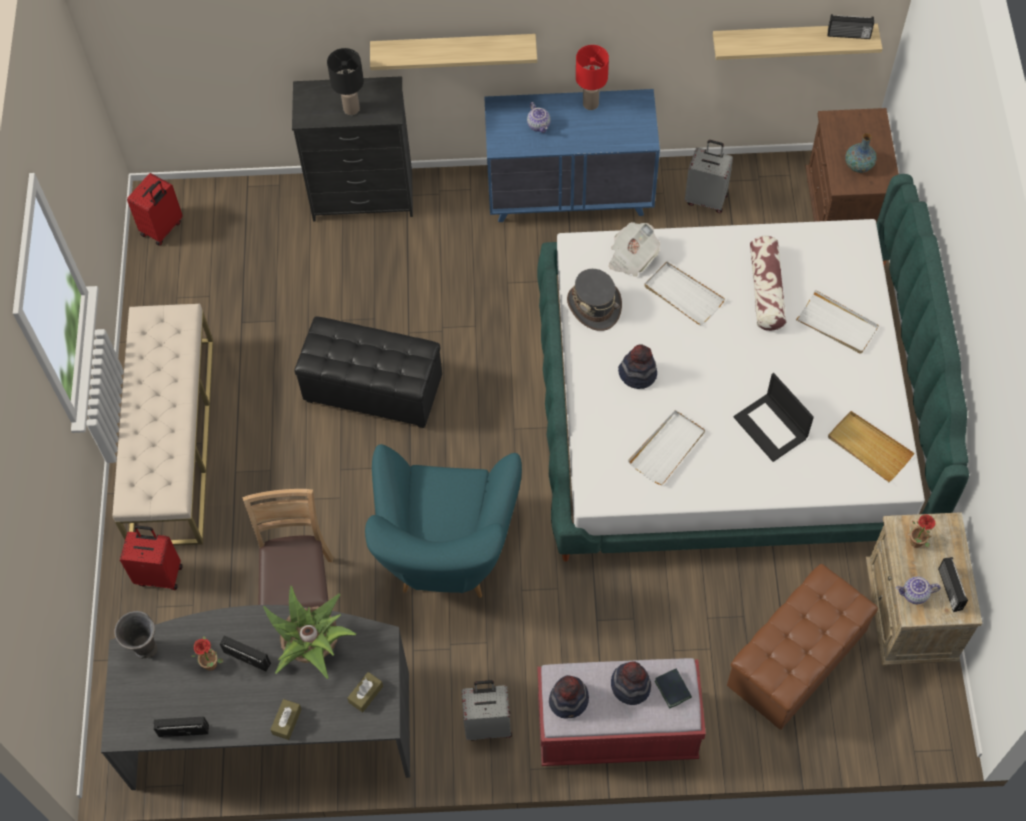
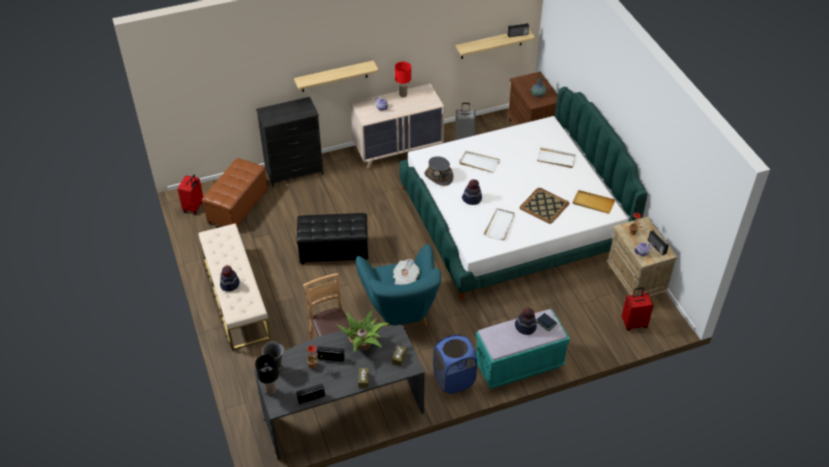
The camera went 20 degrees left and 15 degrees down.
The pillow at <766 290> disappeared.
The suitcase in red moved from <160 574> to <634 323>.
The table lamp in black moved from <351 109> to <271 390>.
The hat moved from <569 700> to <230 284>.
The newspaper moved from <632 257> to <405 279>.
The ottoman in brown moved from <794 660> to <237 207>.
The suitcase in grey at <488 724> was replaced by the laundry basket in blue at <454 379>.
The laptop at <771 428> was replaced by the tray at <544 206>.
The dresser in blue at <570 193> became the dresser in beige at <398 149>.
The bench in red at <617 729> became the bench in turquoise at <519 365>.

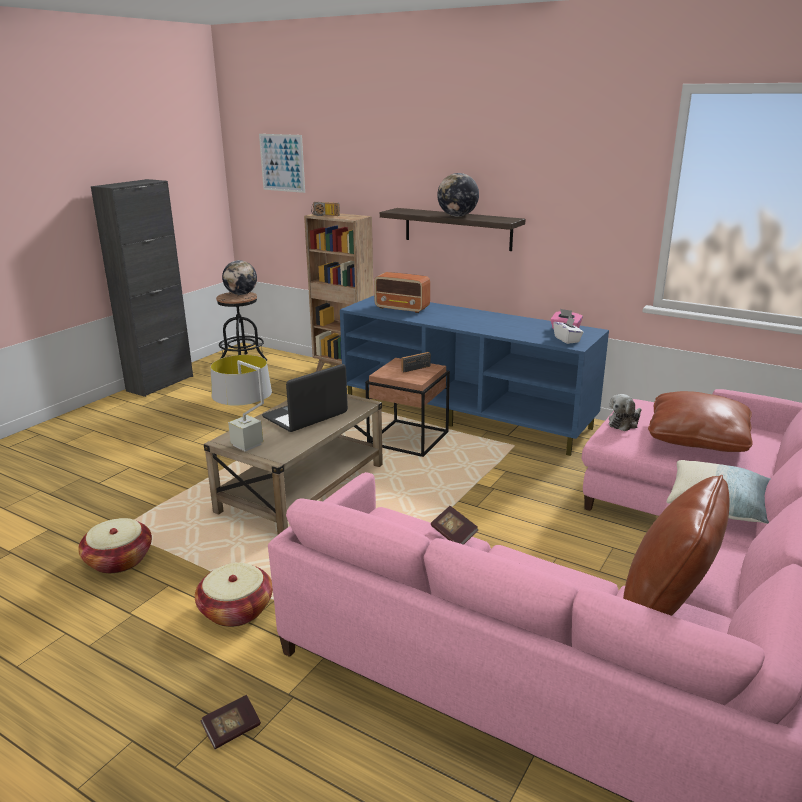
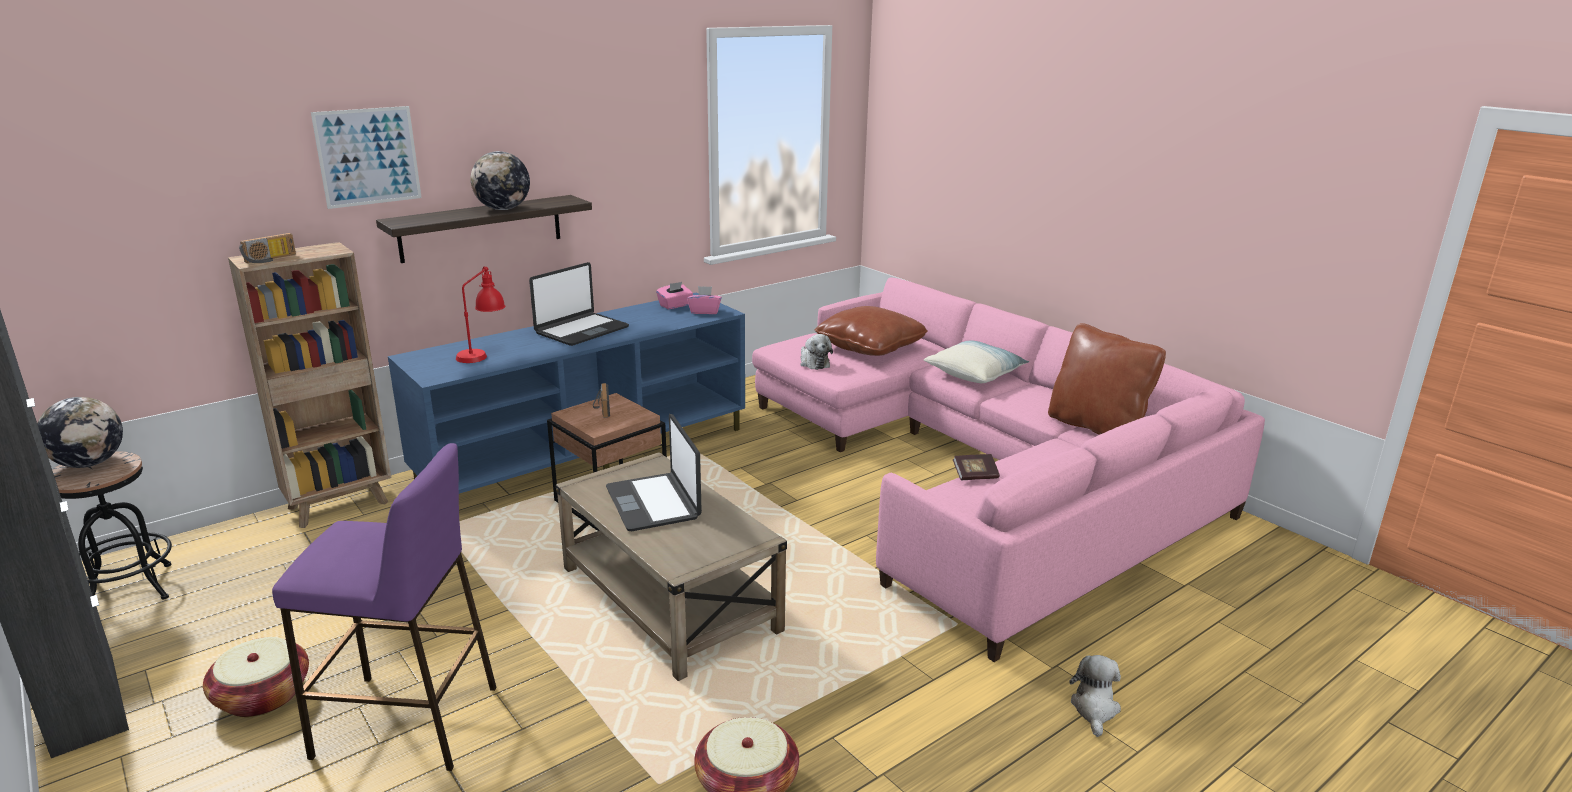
The camera went 70 degrees left and 0 degrees up.
The table lamp in grey at <247 445> disappeared.
The stool in purple at <408 721> appeared.
The laptop at <581 330> appeared.
The basket moved from <236 610> to <262 696>.
The picture moved from <282 163> to <368 156>.
The book at <232 730> was replaced by the plush toy at <1094 709>.
The radio at <402 308> was replaced by the table lamp in red at <483 354>.
The tissue box in white at <567 339> became the tissue box in pink at <705 311>.

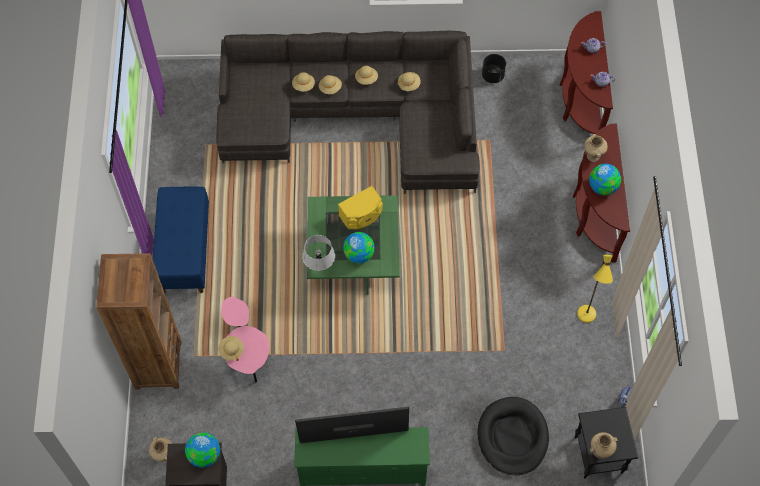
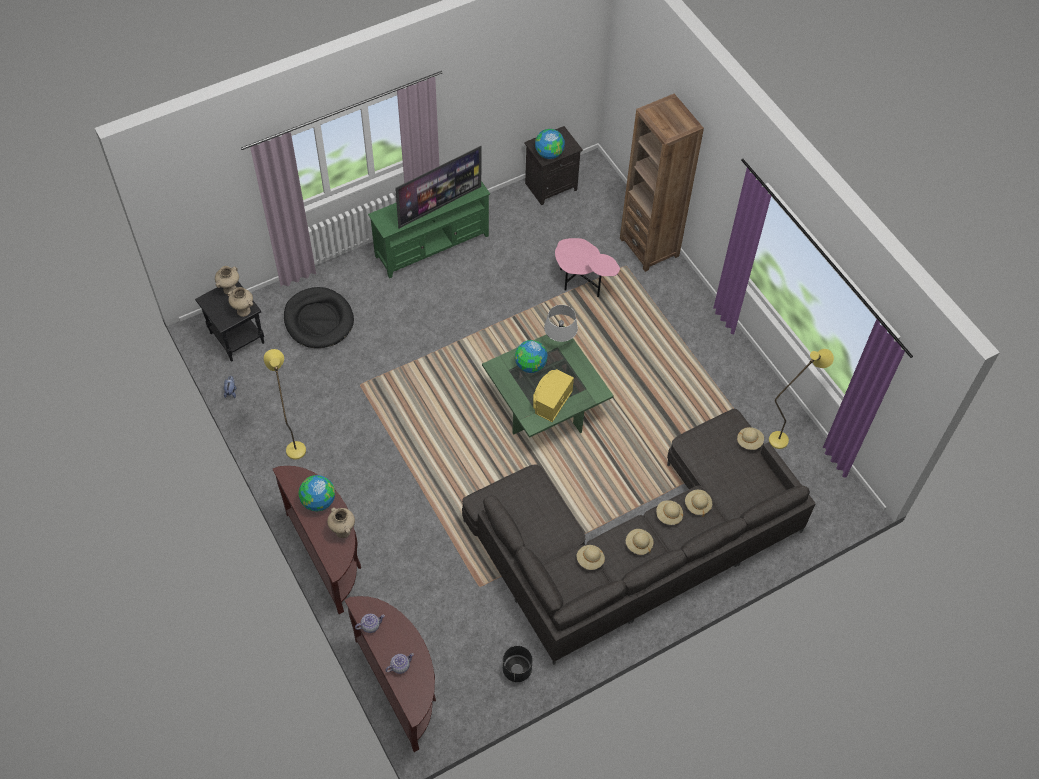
The camera went 150 degrees right and 5 degrees down.
The bench in blue at <184 251> disappeared.
The floor lamp in yellow at <784 437> appeared.
The vase in beige moved from <163 455> to <244 311>.
The hat in beige moved from <231 350> to <749 441>.

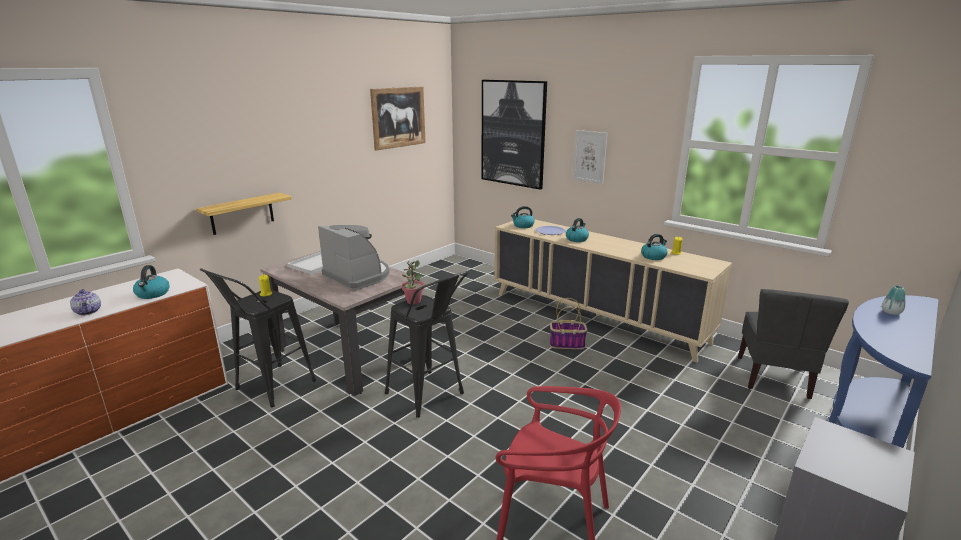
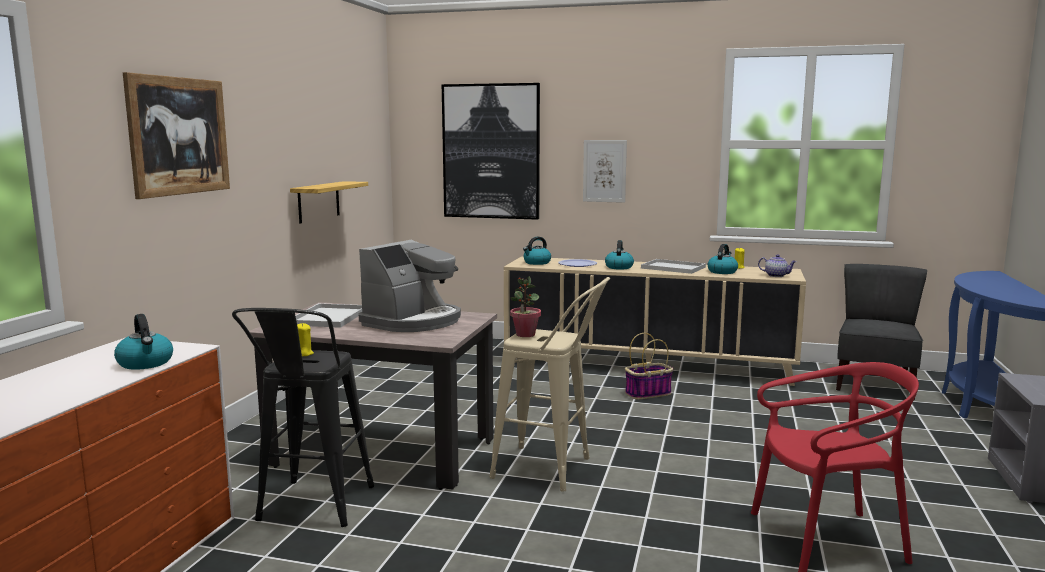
The camera went 25 degrees left and 10 degrees down.
The vase at <891 312> disappeared.
The tray in white at <672 267> appeared.
The teapot moved from <89 312> to <776 275>.
The shelf moved from <242 213> to <318 201>.
The picture moved from <398 117> to <179 136>.
The stool in black at <429 397> became the stool in beige at <552 470>.
The coffee machine at <358 276> turned 105 degrees clockwise.
The chair in grey at <774 378> turned 150 degrees counterclockwise.

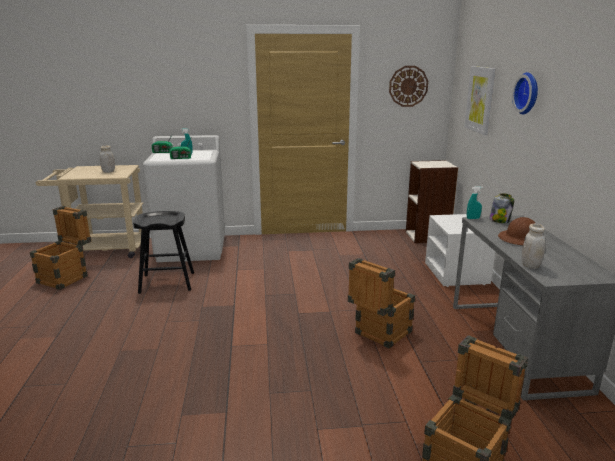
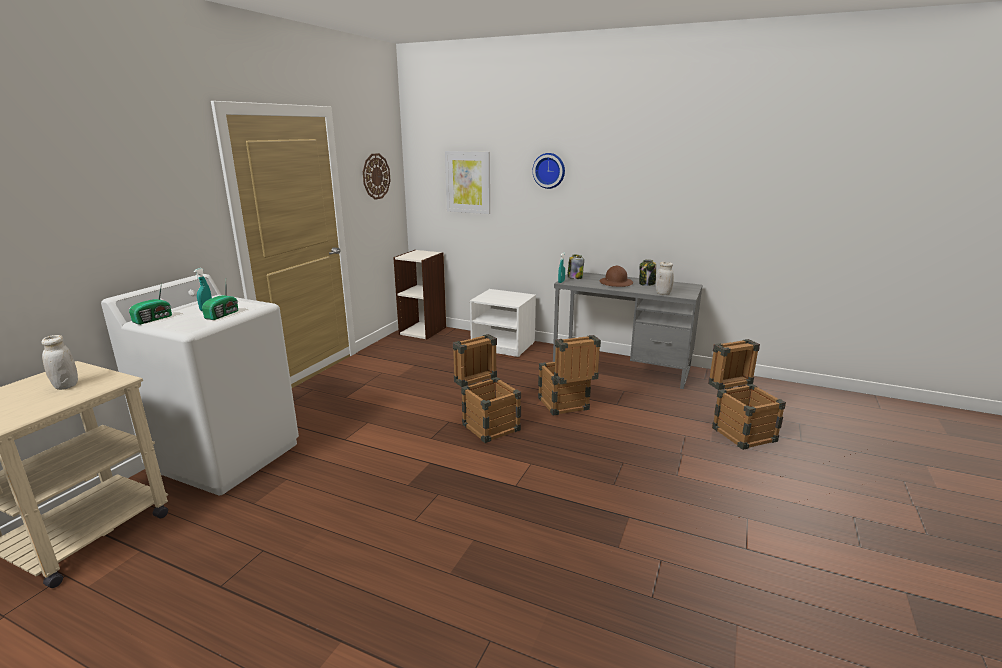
The camera went 60 degrees left and 0 degrees up.
The stool in black at <167 283> disappeared.
The jar at <647 284> appeared.
The crate moved from <67 277> to <487 424>.

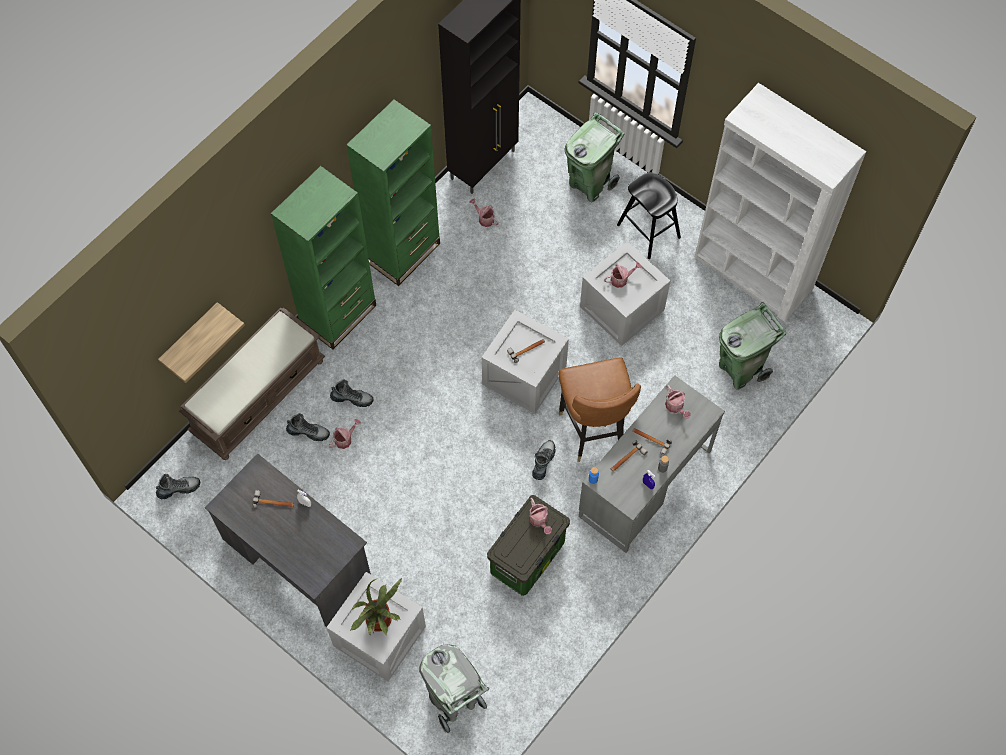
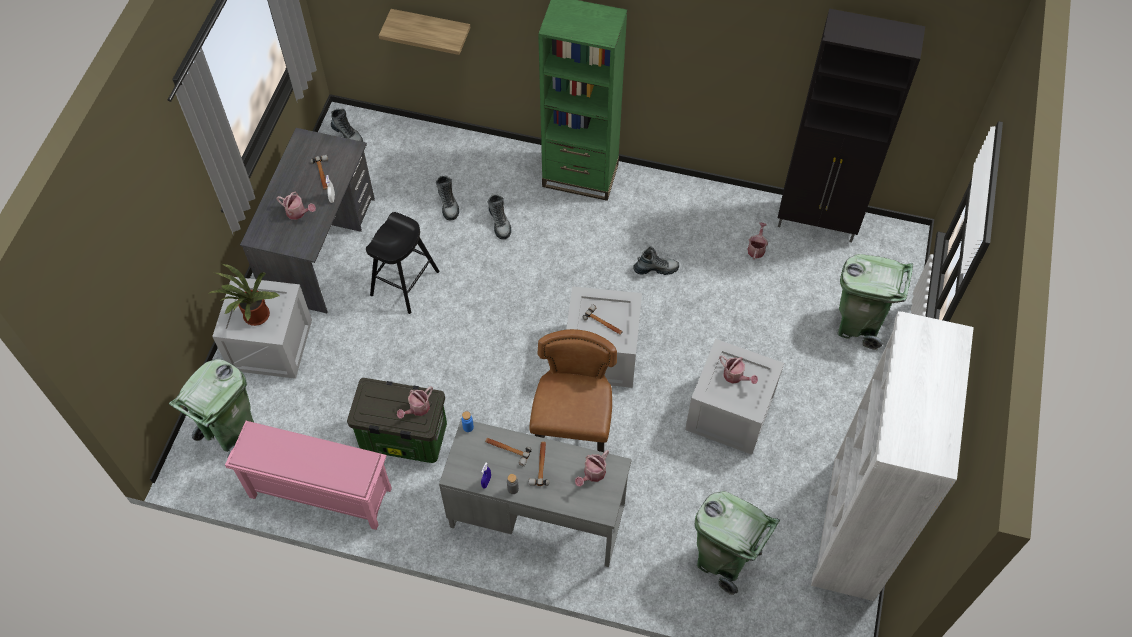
The camera went 65 degrees right and 5 degrees down.
The bench in brown at <258 395> disappeared.
The bookcase in green at <403 252> disappeared.
The shoe rack in pink at <318 493> appeared.
The watering can moved from <345 439> to <298 213>.
The boot moved from <543 461> to <656 269>.
The stool in black moved from <648 231> to <405 283>.
The trash can in grey at <453 700> became the trash can in green at <230 433>.
The chair in brown at <593 430> turned 135 degrees clockwise.

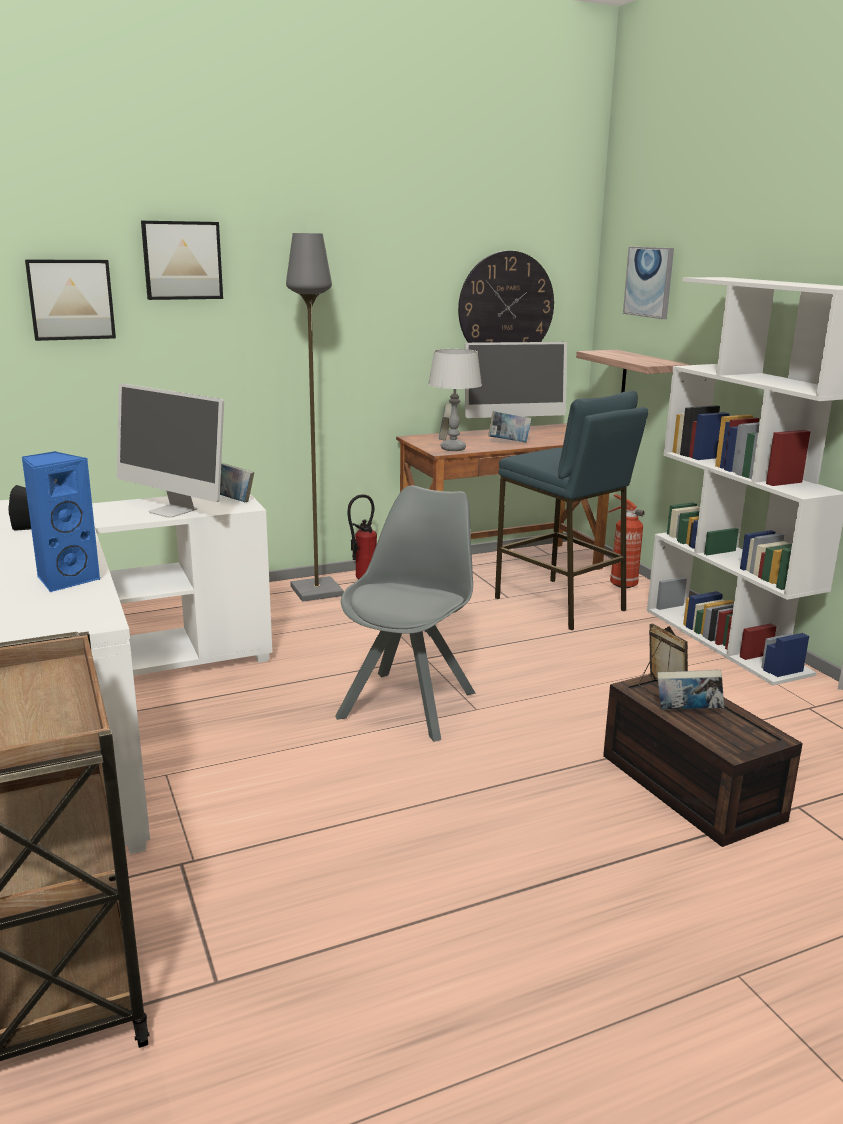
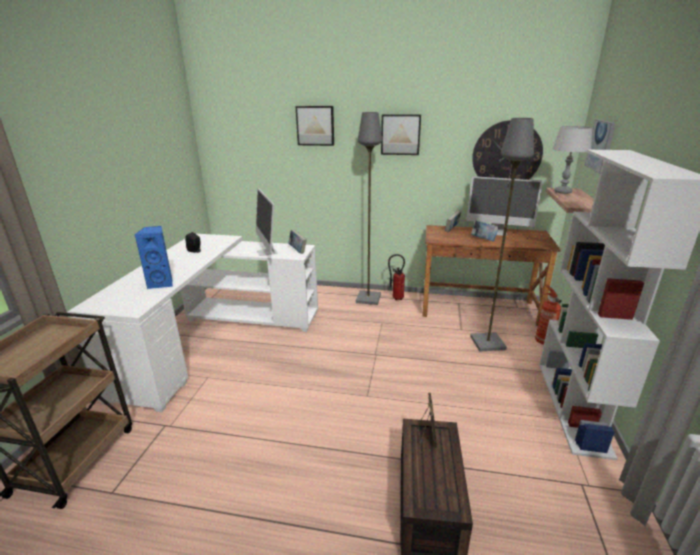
The camera went 35 degrees right and 5 degrees up.
The chair in grey at <409 703> disappeared.
The book at <687 712> disappeared.
The picture moved from <71 299> to <400 134>.
The table lamp in grey moved from <453 448> to <562 192>.
The stool in blue at <560 604> was replaced by the floor lamp in grey at <487 343>.

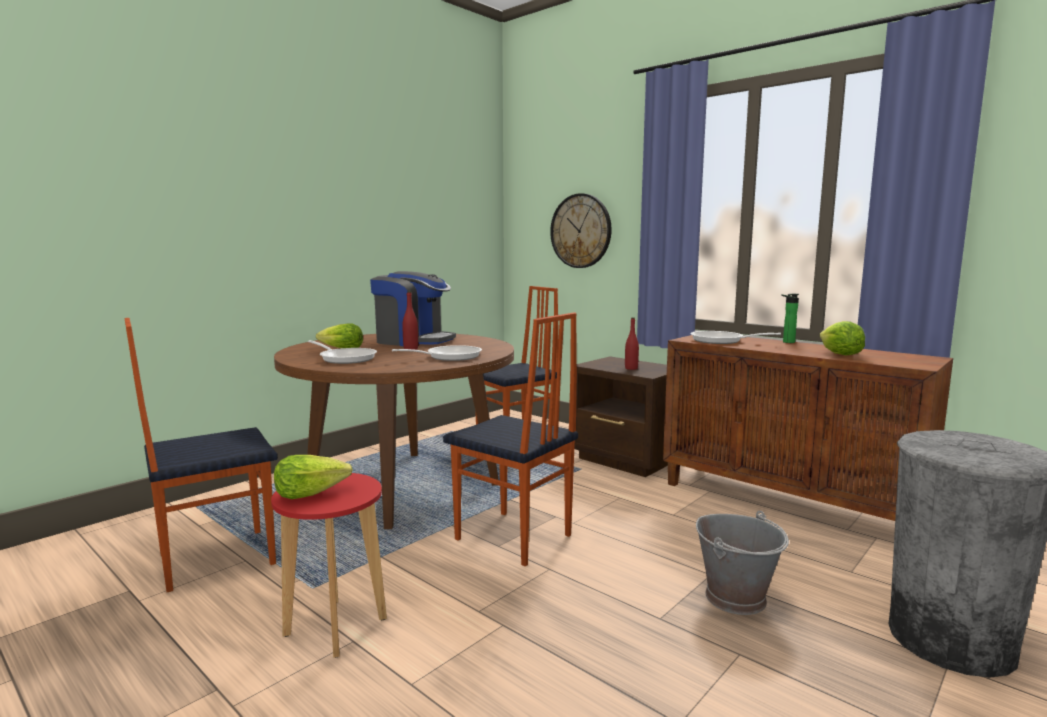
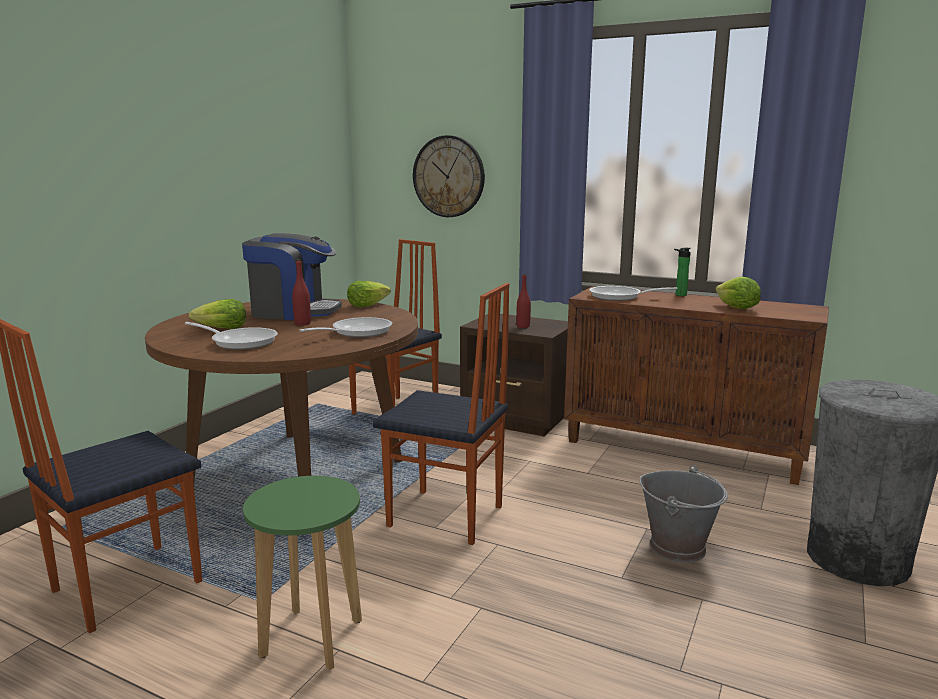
The camera went 15 degrees left and 5 degrees up.
The lettuce moved from <310 493> to <367 305>.
The stool in red at <335 627> became the stool in green at <311 638>.

